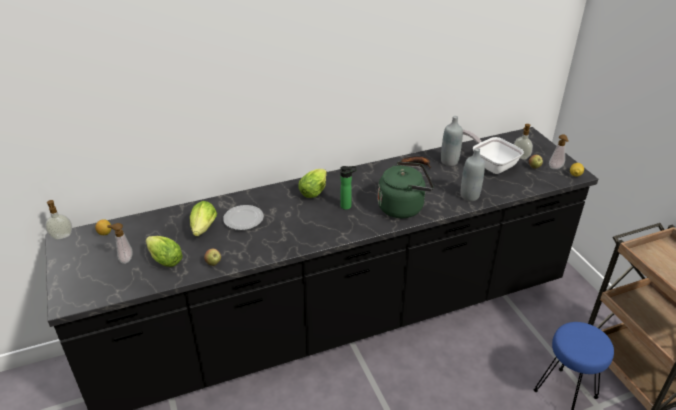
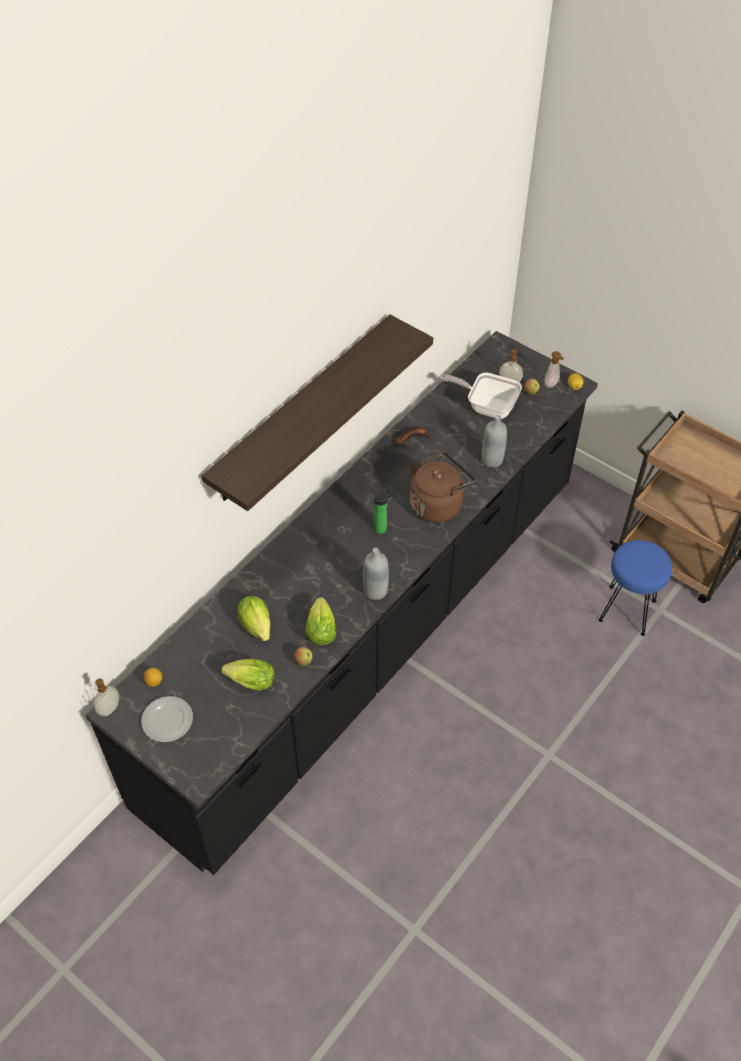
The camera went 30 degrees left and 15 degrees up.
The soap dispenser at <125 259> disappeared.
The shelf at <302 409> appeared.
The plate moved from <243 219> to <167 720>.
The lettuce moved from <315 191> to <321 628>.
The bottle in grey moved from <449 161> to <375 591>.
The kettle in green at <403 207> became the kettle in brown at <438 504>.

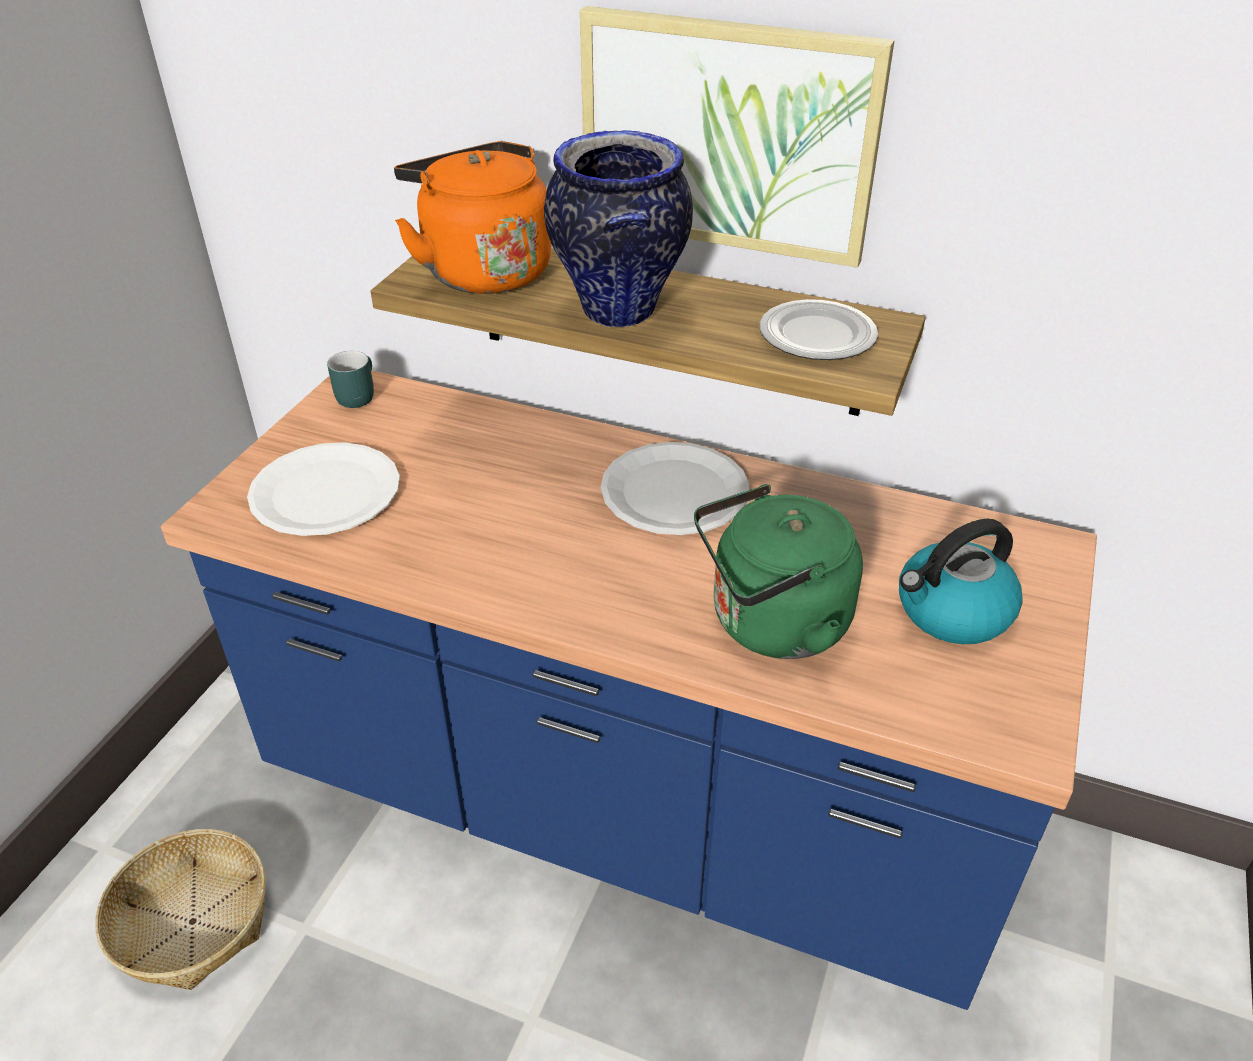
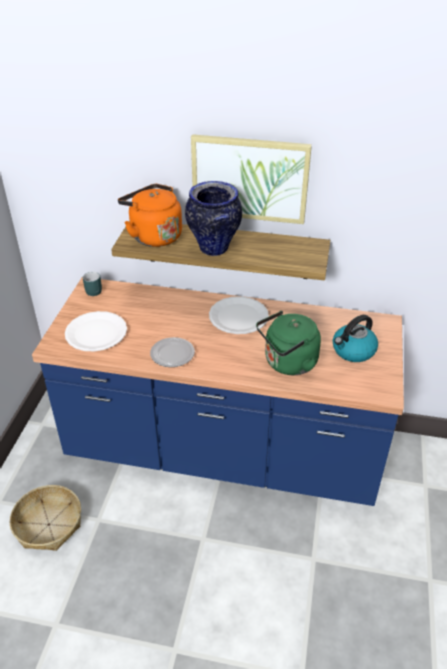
The camera went 10 degrees left and 0 degrees up.
The plate moved from <817 335> to <172 354>.

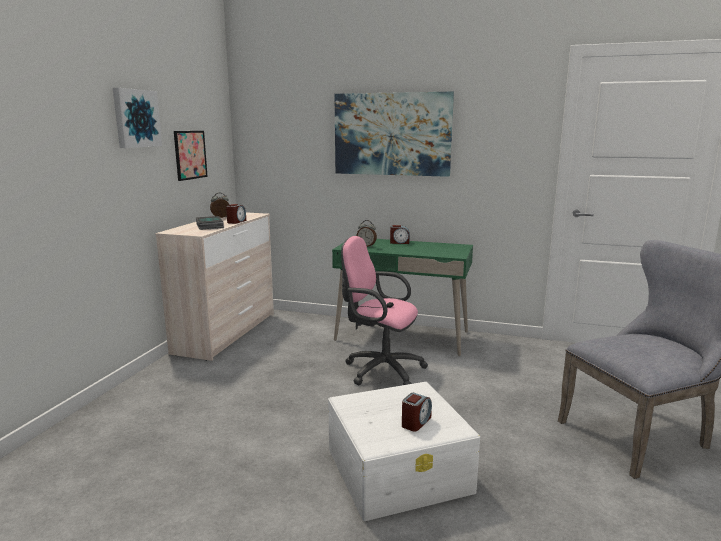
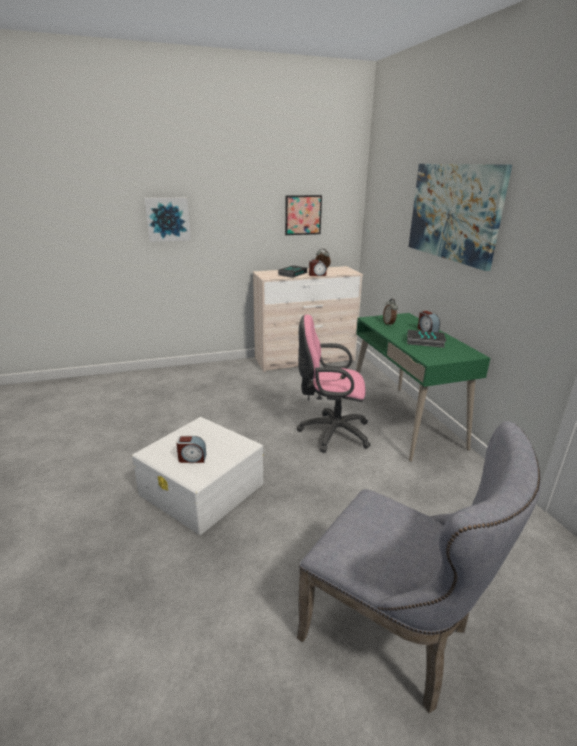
The camera went 55 degrees right and 10 degrees up.
The book at <424 342> appeared.
The picture moved from <136 118> to <168 219>.
The office chair in pink at <380 370> turned 75 degrees counterclockwise.

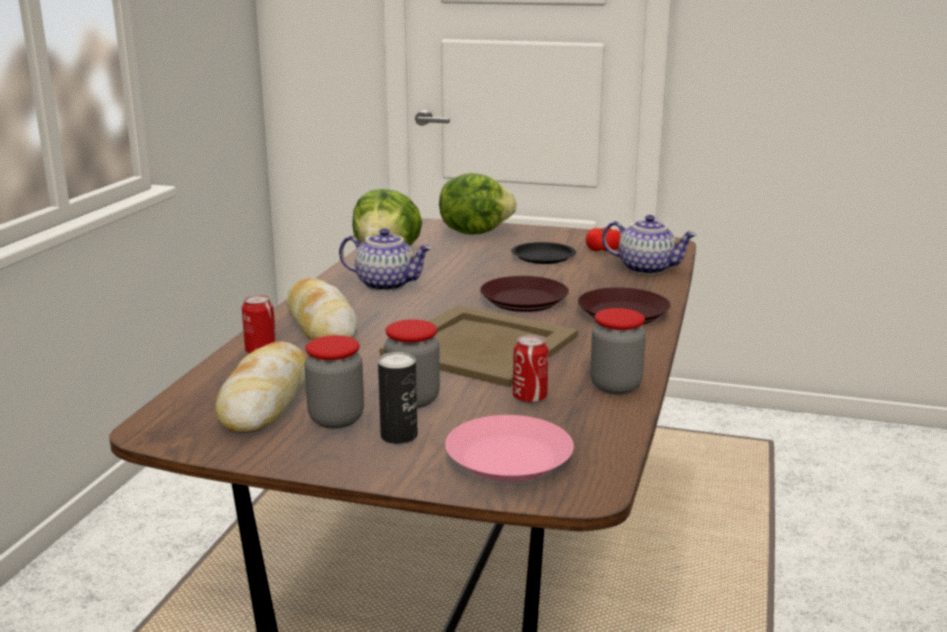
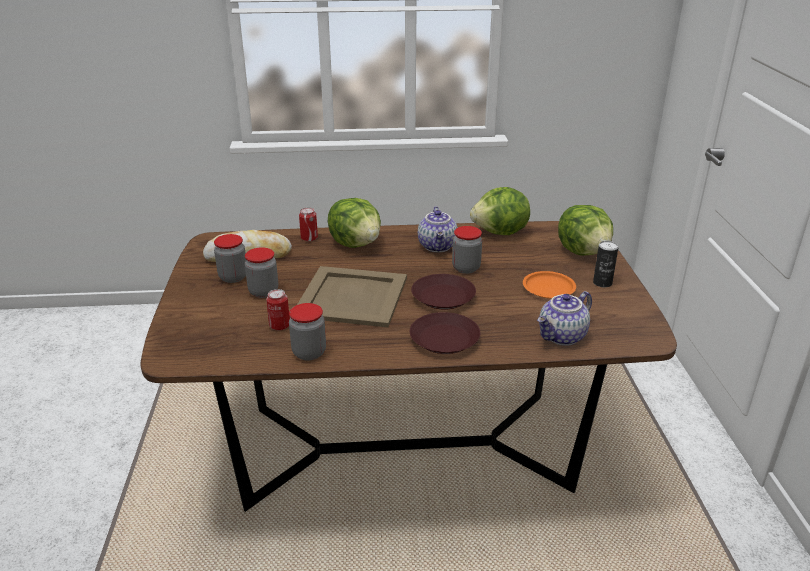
The camera went 70 degrees right and 10 degrees up.
The plate in pink at <508 459> disappeared.
The tomato at <603 249> disappeared.
The jar at <466 268> appeared.
The can moved from <399 436> to <602 283>.
The bread at <320 324> was replaced by the lettuce at <356 243>.
The plate in black at <543 257> became the plate in orange at <548 288>.
The teapot at <647 269> turned 45 degrees clockwise.

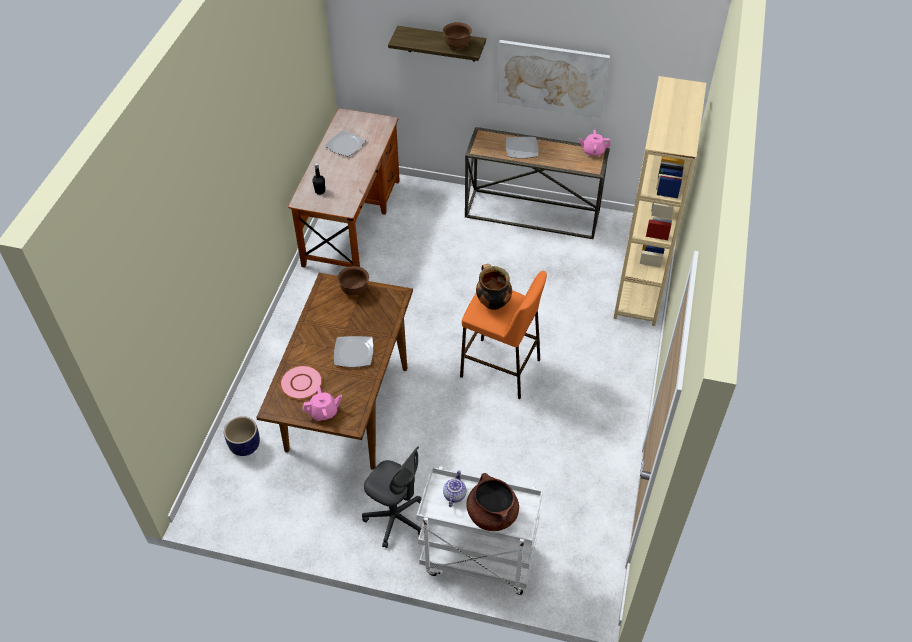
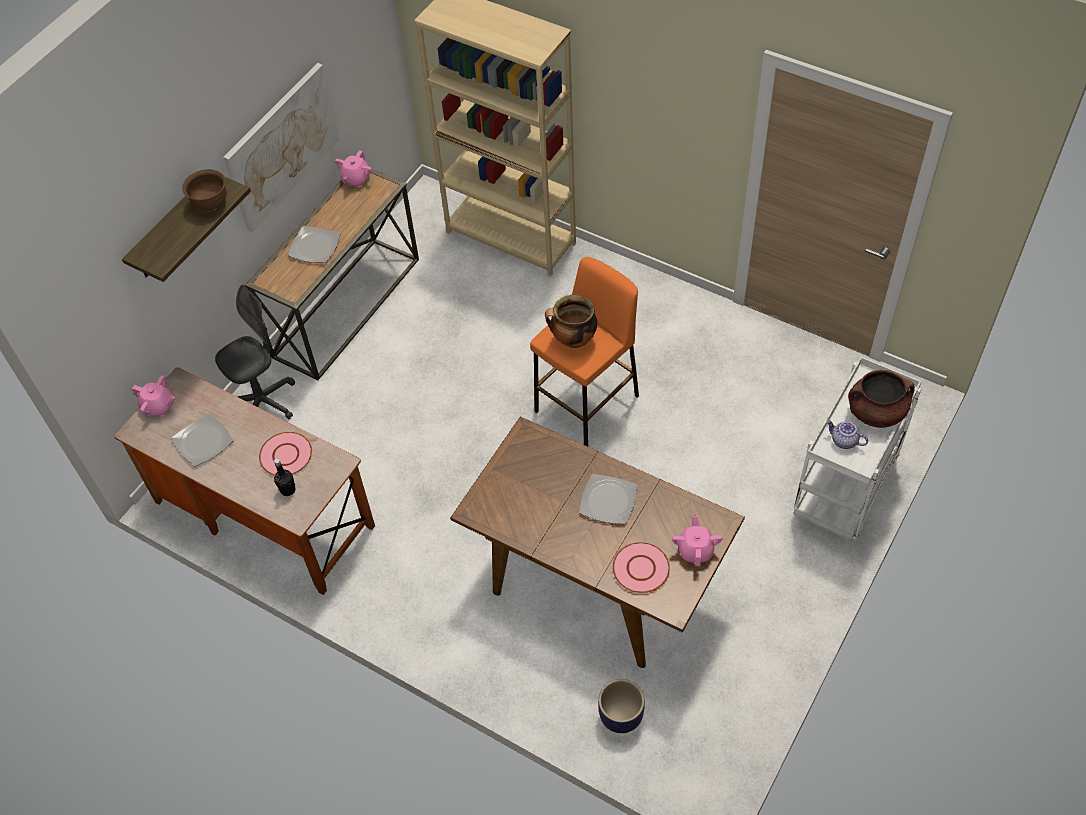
The camera went 70 degrees left and 5 degrees up.
The bowl in brown at <354 290> disappeared.
The teapot in pink at <159 406> appeared.
The plate in pink at <286 454> appeared.
The office chair in grey moved from <395 519> to <263 402>.

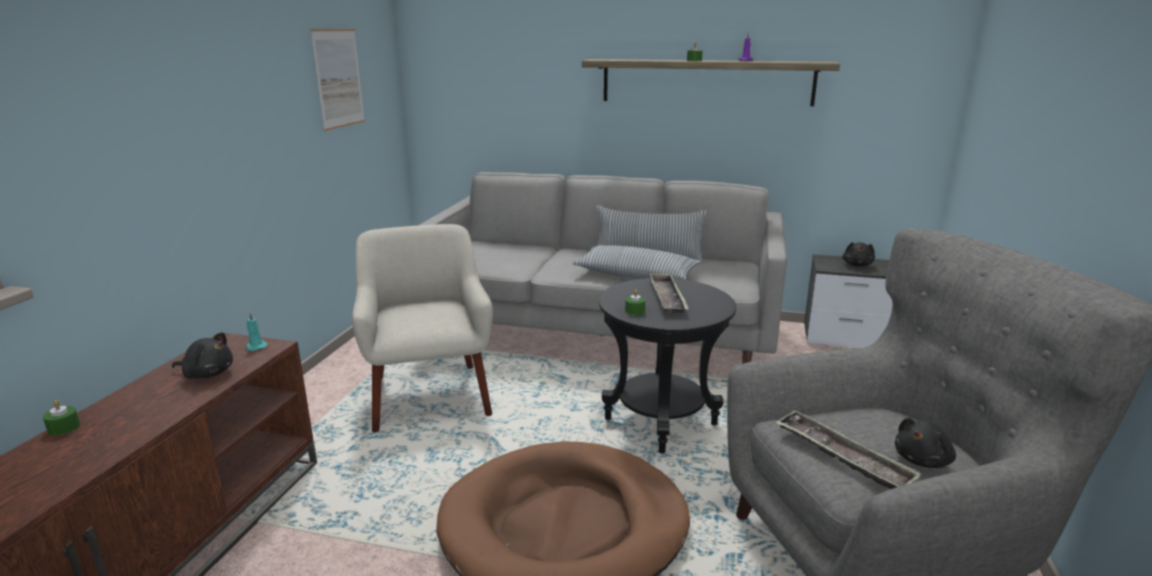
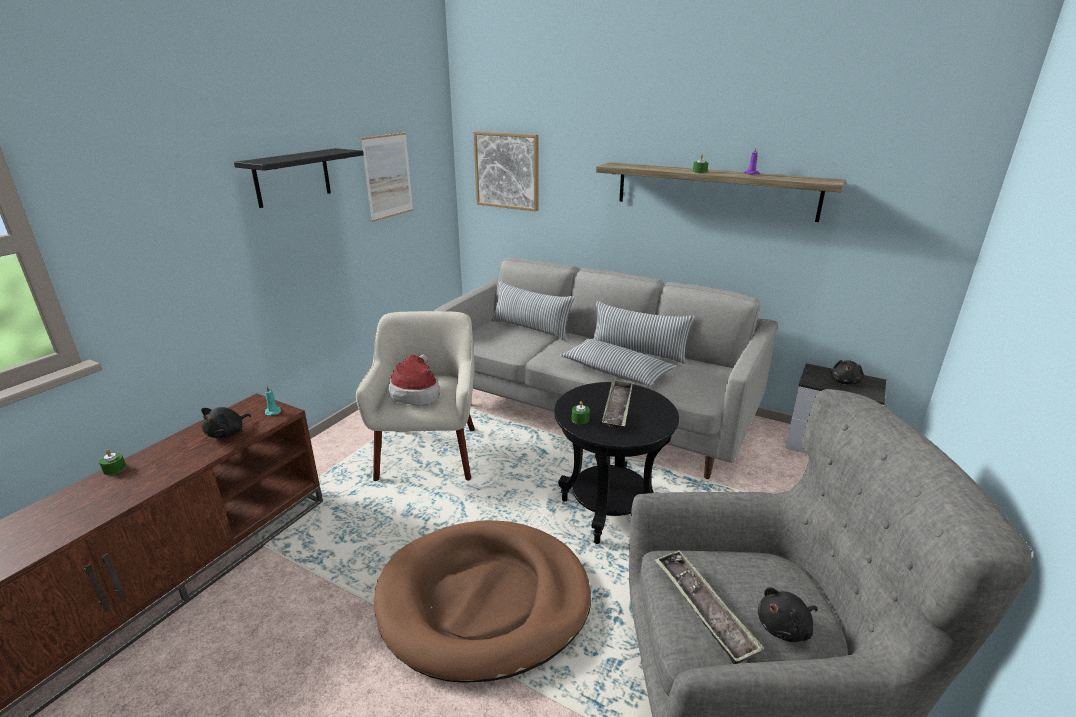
The camera went 15 degrees right and 5 degrees up.
The shelf in black at <292 177> appeared.
The hat at <416 392> appeared.
The picture at <507 171> appeared.
The pillow at <530 328> appeared.
The plush toy in black at <207 374> turned 90 degrees clockwise.

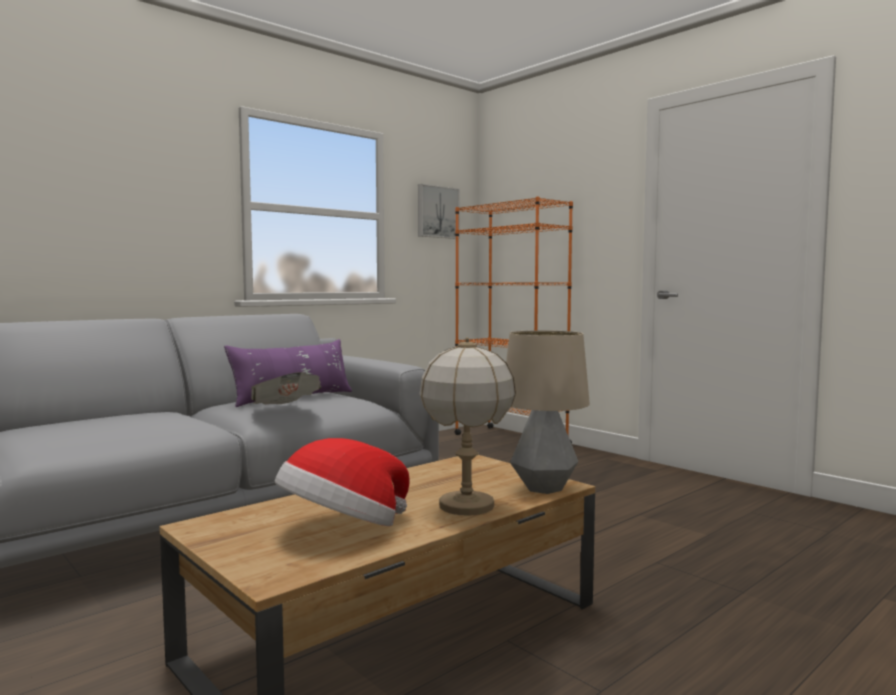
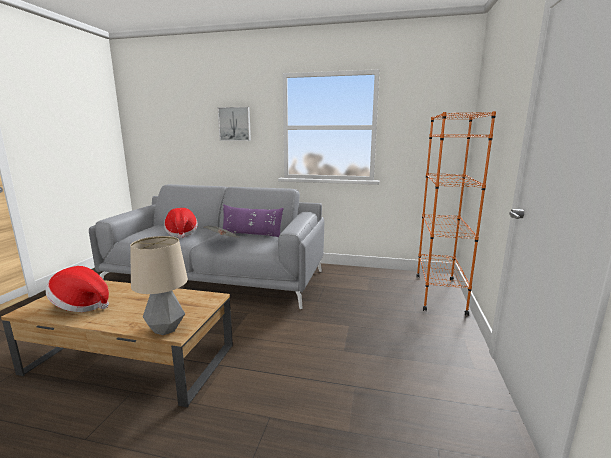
The camera went 55 degrees right and 10 degrees up.
The table lamp at <466 505> disappeared.
The hat at <181 233> appeared.
The picture moved from <437 212> to <235 124>.

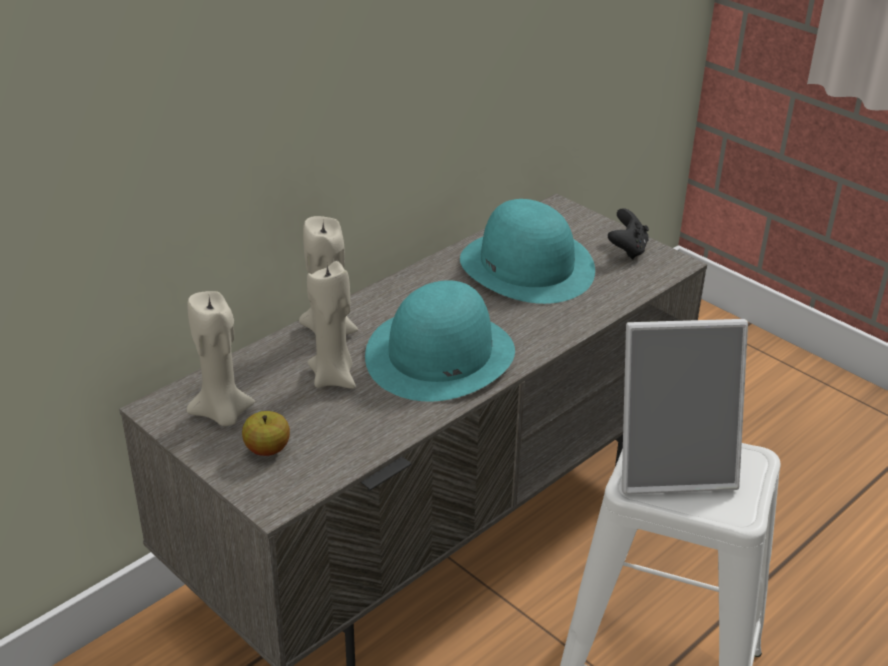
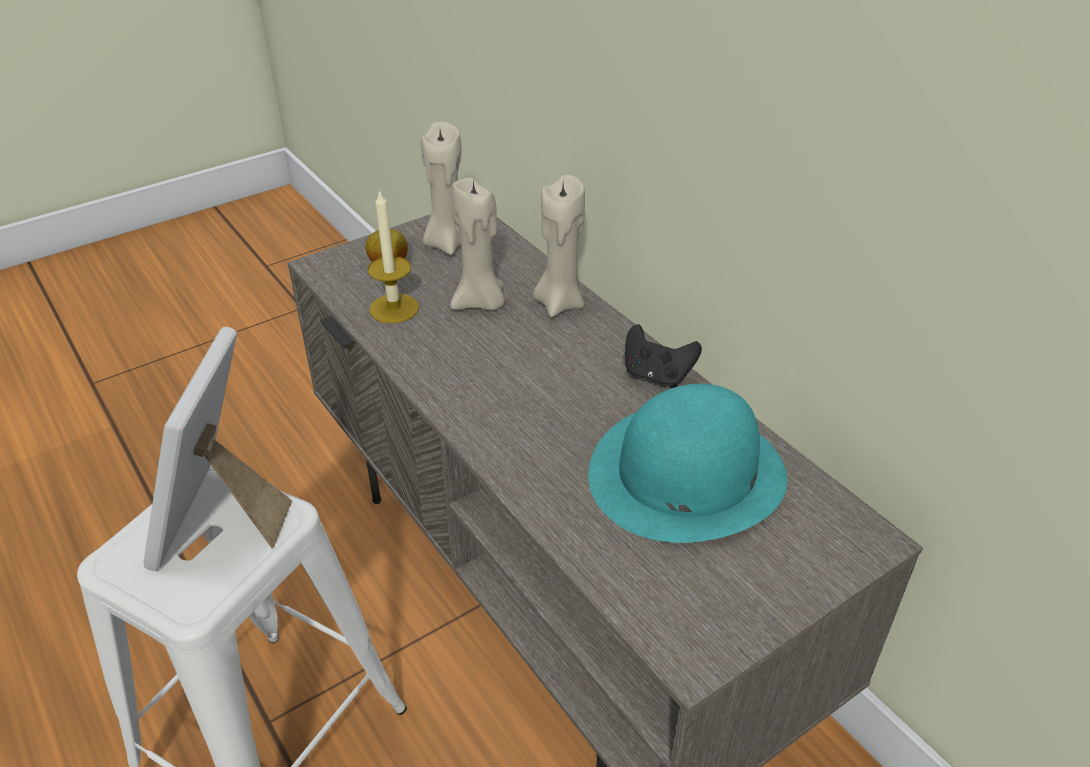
The camera went 100 degrees right and 5 degrees up.
The hat in turquoise at <440 355> disappeared.
The candle at <394 308> appeared.
The game controller in black moved from <627 249> to <656 375>.

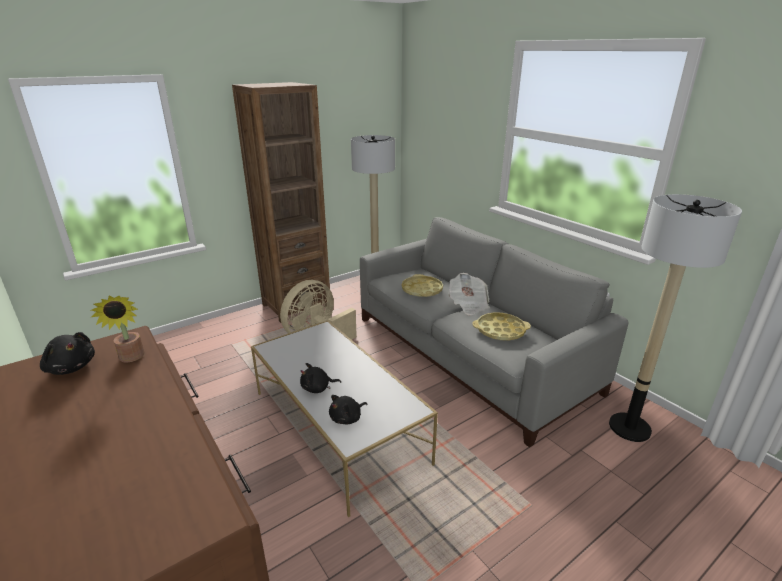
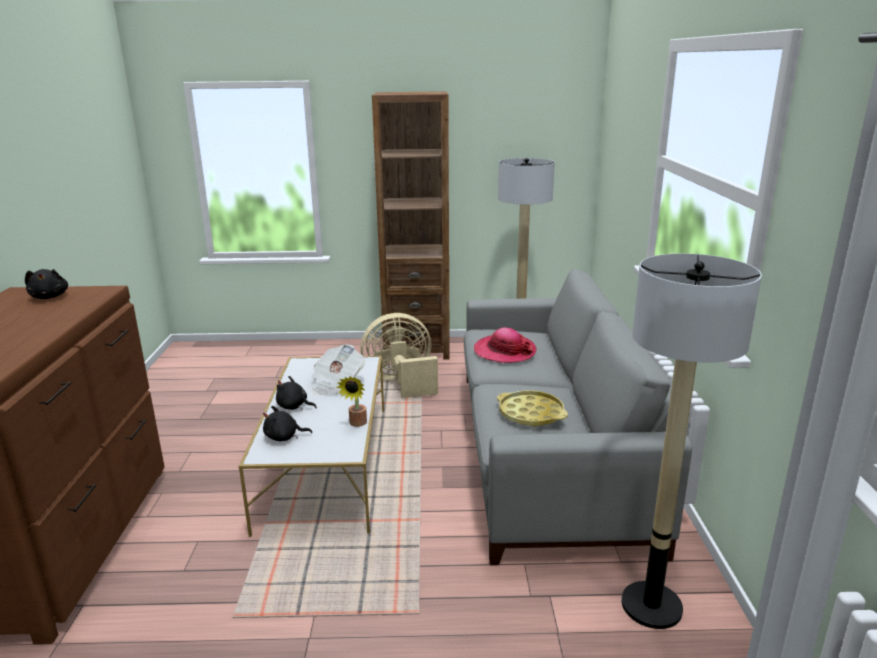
The camera went 35 degrees right and 5 degrees down.
The potted plant moved from <131 358> to <357 424>.
The newspaper moved from <468 304> to <336 384>.
The tray in yellow at <422 290> was replaced by the hat at <504 351>.

